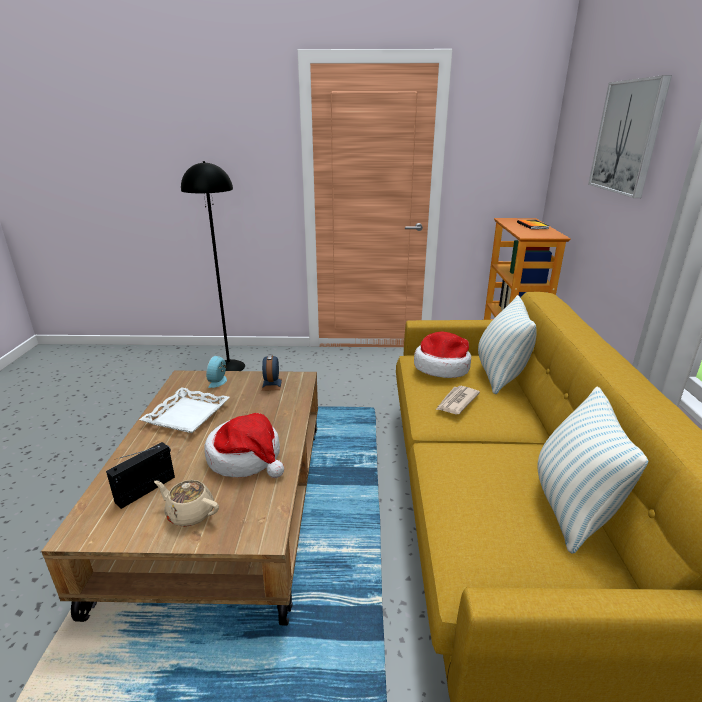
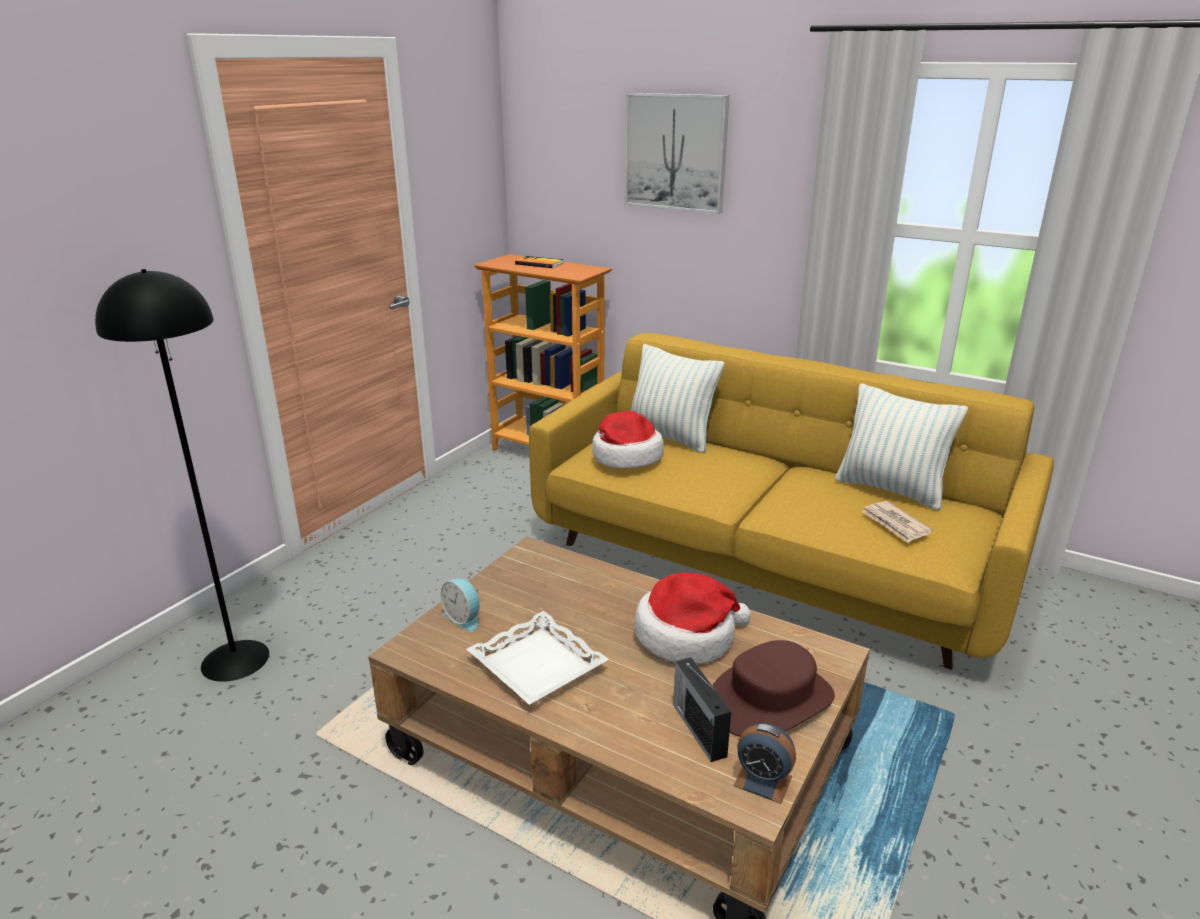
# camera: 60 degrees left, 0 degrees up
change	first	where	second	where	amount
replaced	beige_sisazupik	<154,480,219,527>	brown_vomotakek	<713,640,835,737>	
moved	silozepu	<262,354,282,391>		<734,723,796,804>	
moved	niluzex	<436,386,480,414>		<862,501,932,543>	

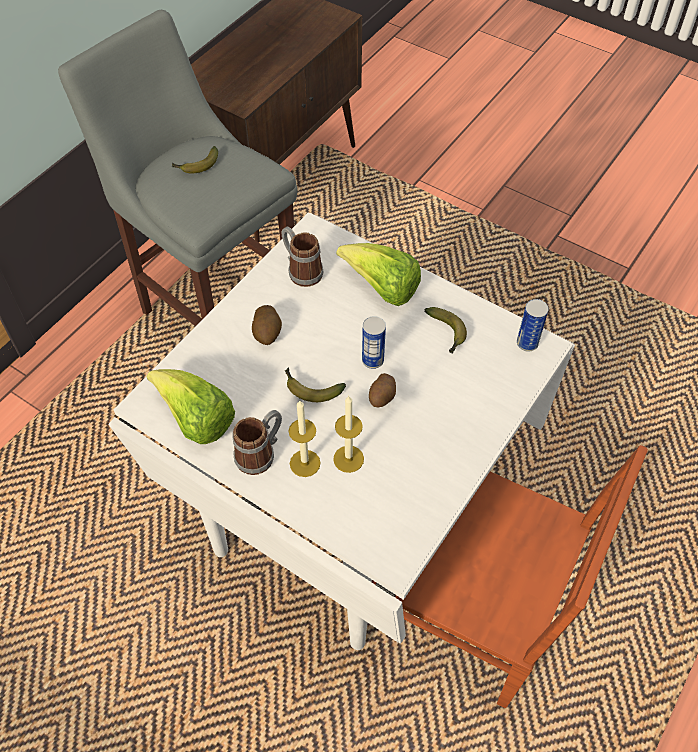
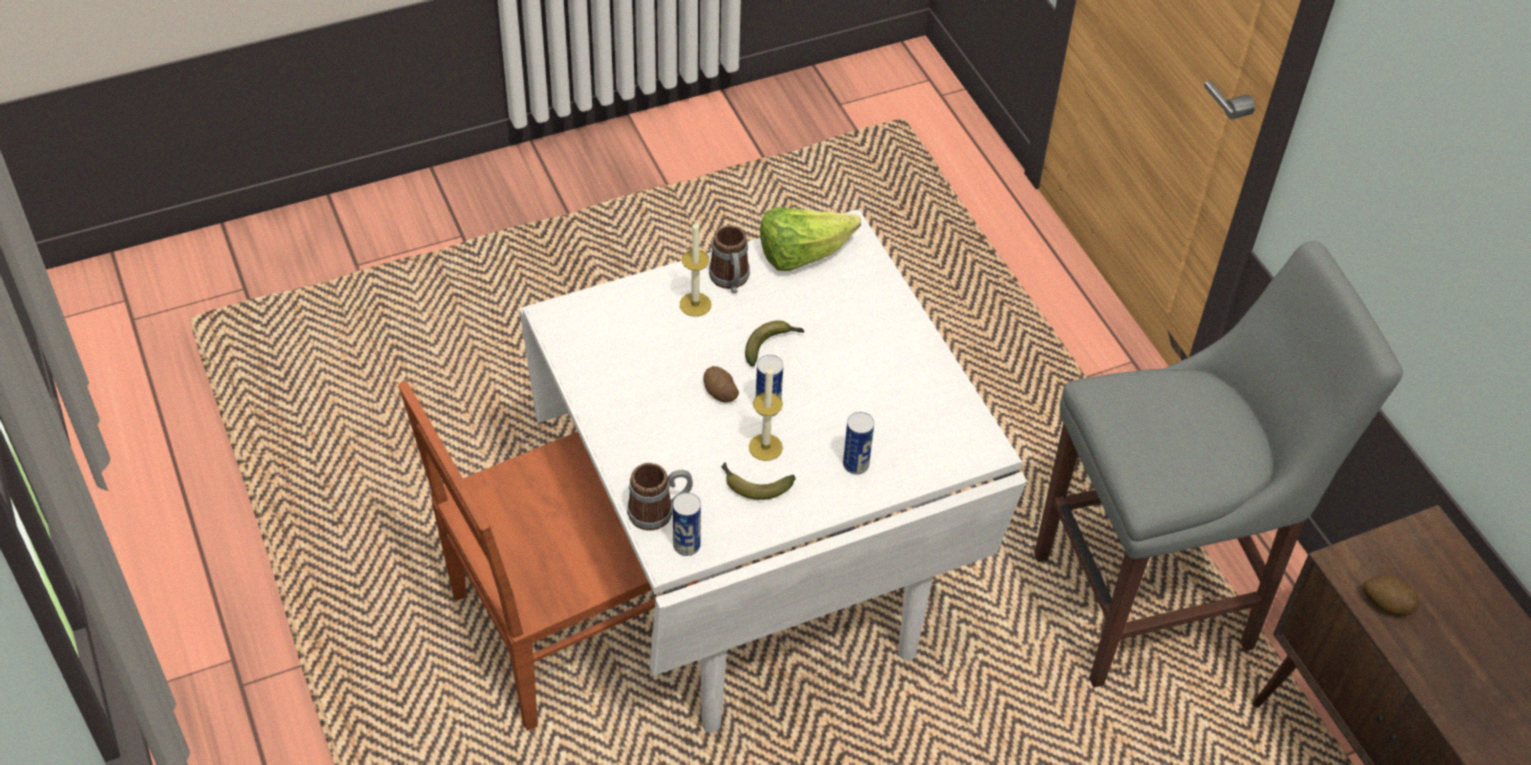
# camera: 120 degrees right, 5 degrees down
change	first	where	second	where	amount
removed	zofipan	<172,146,218,173>			
moved	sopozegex	<252,305,282,345>		<1363,576,1420,616>	
moved	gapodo	<282,226,324,287>		<627,463,693,530>	
moved	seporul	<333,396,364,473>		<749,366,783,461>	
replaced	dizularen	<336,243,421,306>	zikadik	<843,412,874,474>	

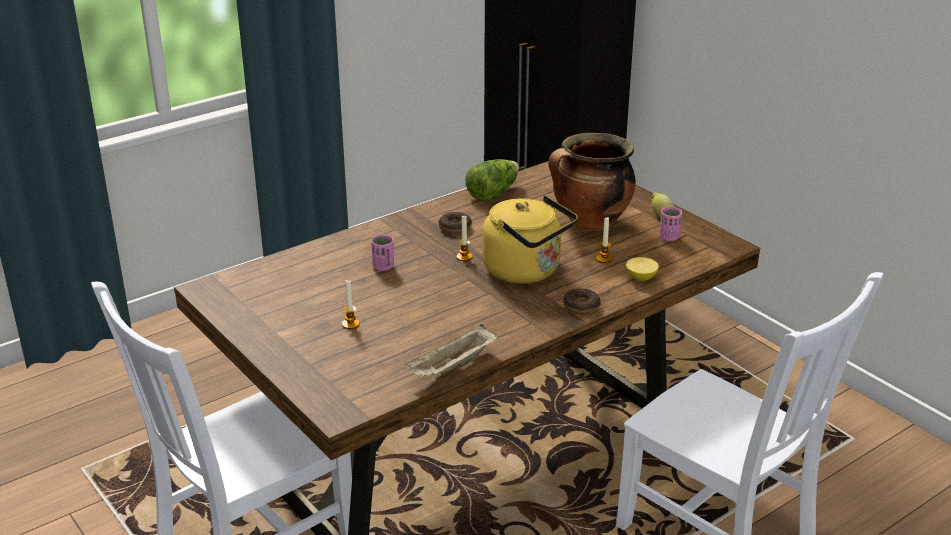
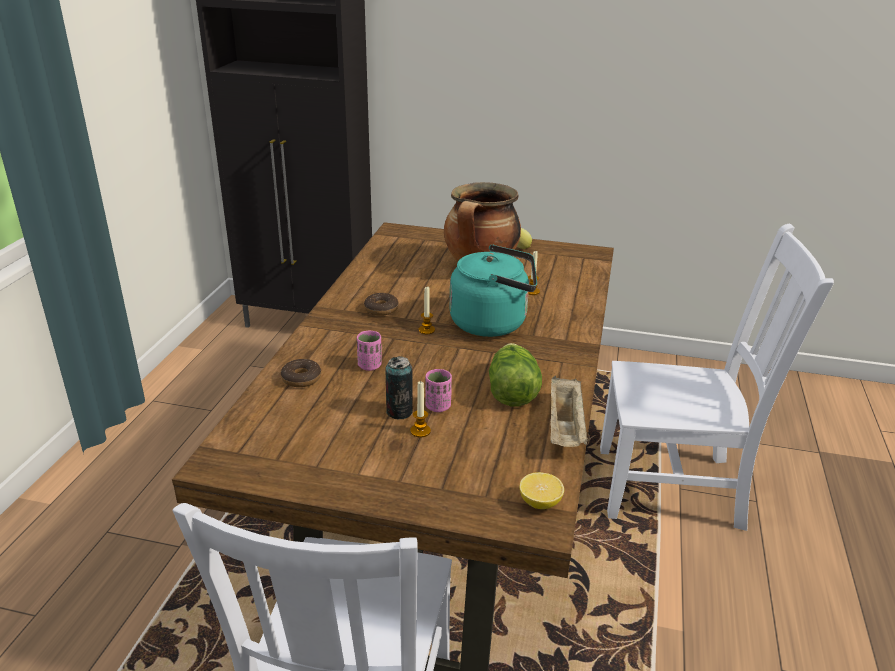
# camera: 40 degrees left, 0 degrees up
change	first	where	second	where	amount
moved	dizularen	<465,159,519,201>		<489,343,542,407>	
recoloured	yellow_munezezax	<482,196,578,284>	turquoise_munezezax	<449,245,537,337>	
moved	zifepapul	<563,288,601,315>		<281,359,321,387>	
moved	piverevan	<626,257,659,281>		<519,472,564,509>	
moved	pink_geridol	<659,207,682,241>		<425,369,452,412>	
added			zikadik	<385,356,413,419>	

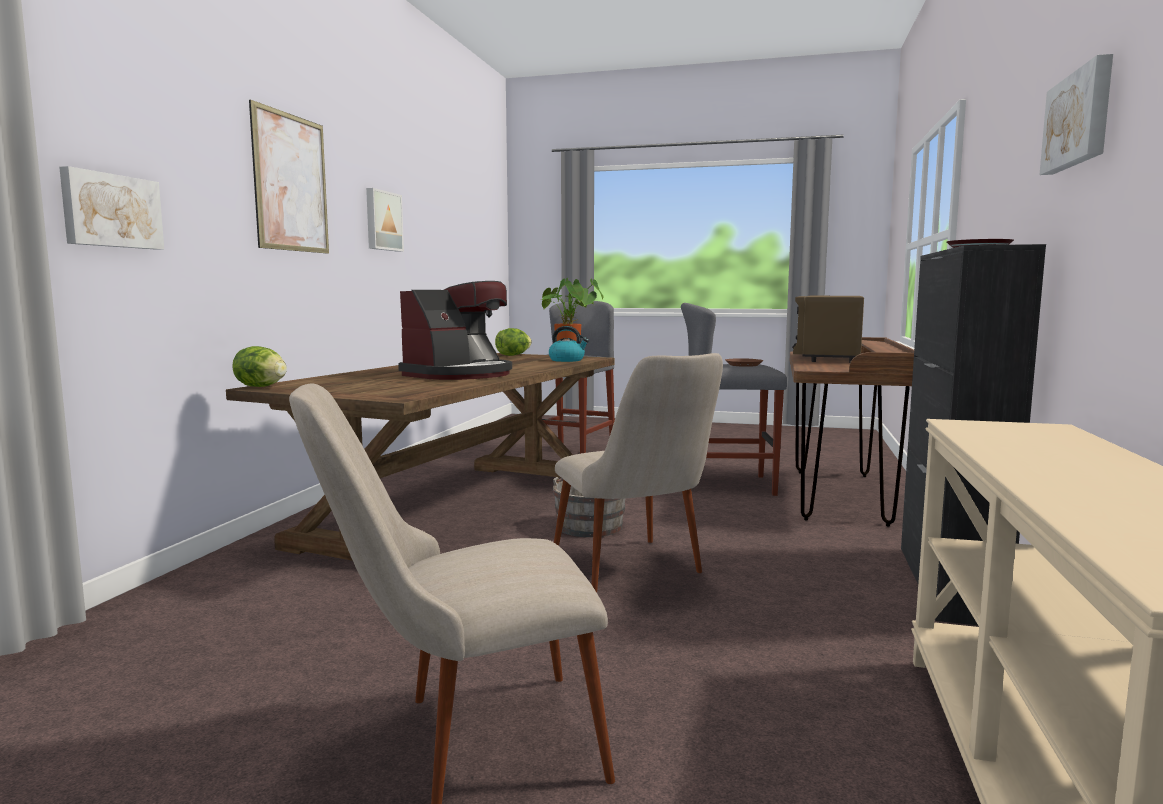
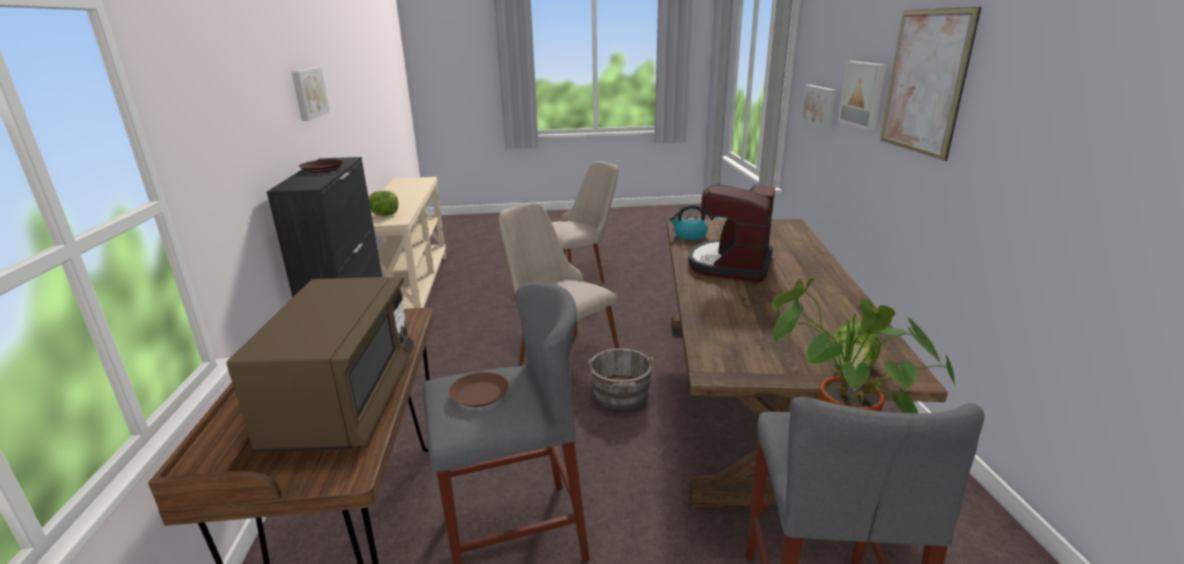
# camera: 160 degrees right, 15 degrees up
change	first	where	second	where	amount
moved	dizularen	<232,346,287,387>		<368,191,398,216>	
moved	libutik	<366,188,404,252>		<838,61,886,130>	
moved	munezezax	<549,326,589,362>		<669,205,708,240>	

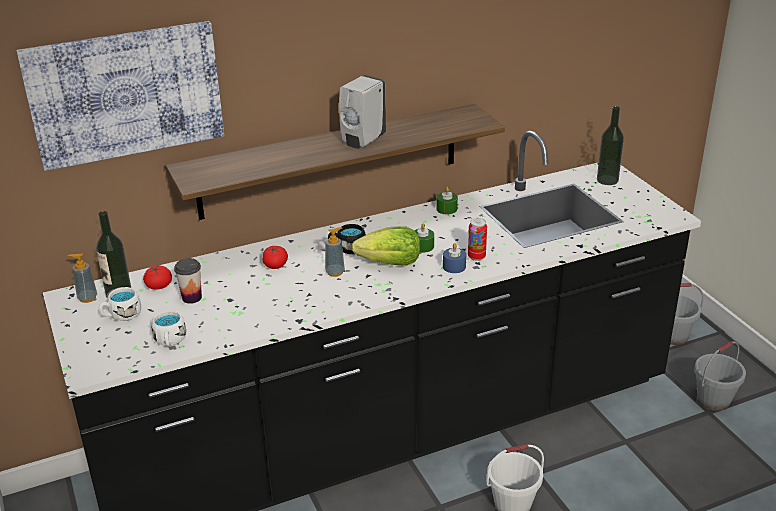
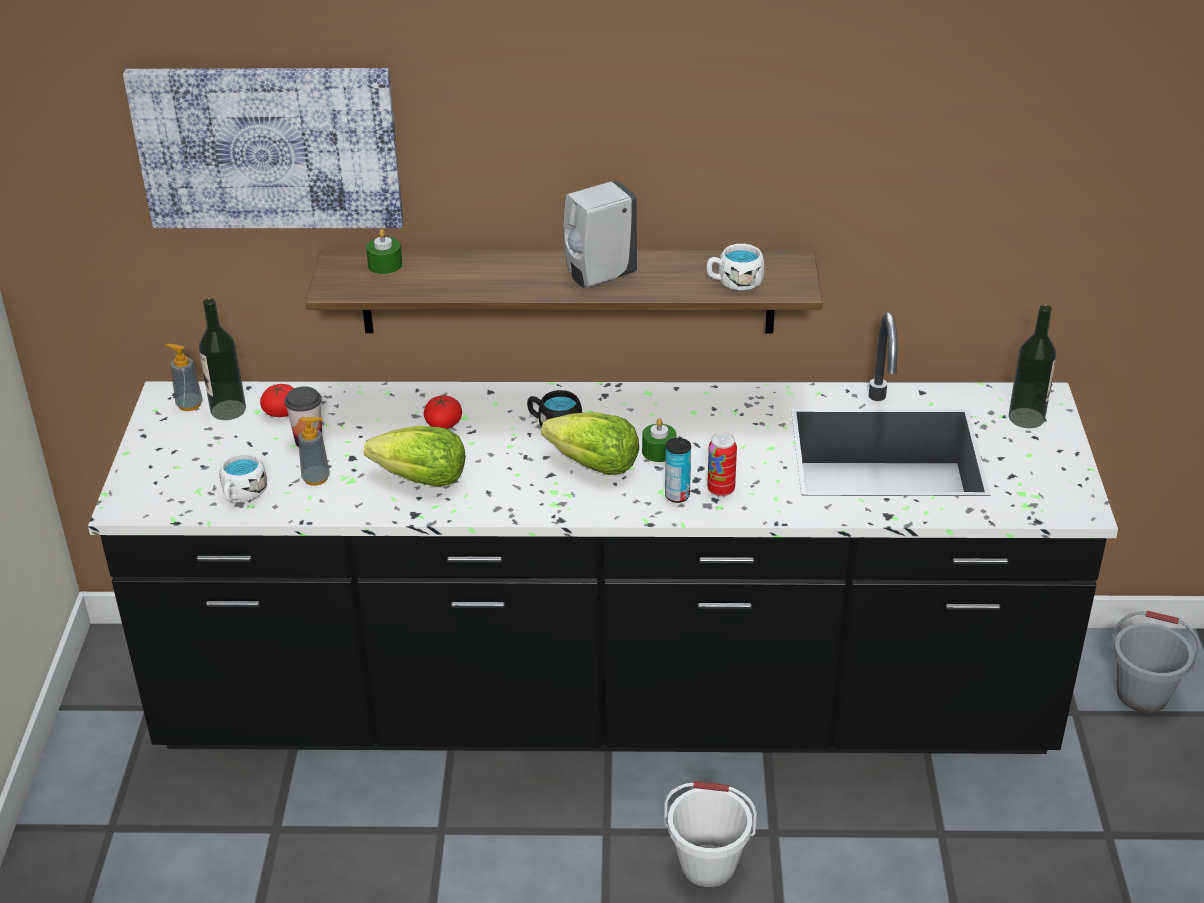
# camera: 25 degrees right, 5 degrees up
change	first	where	second	where	amount
moved	white_gapodo	<99,287,141,321>		<707,244,764,291>	
moved	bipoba	<325,227,345,277>		<298,417,330,486>	
moved	green_seporul	<436,187,458,215>		<366,229,402,274>	
replaced	blue_seporul	<443,243,466,273>	zikadik	<665,438,691,503>	
removed	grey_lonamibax	<694,341,746,411>			
added			dizularen	<364,426,466,487>	

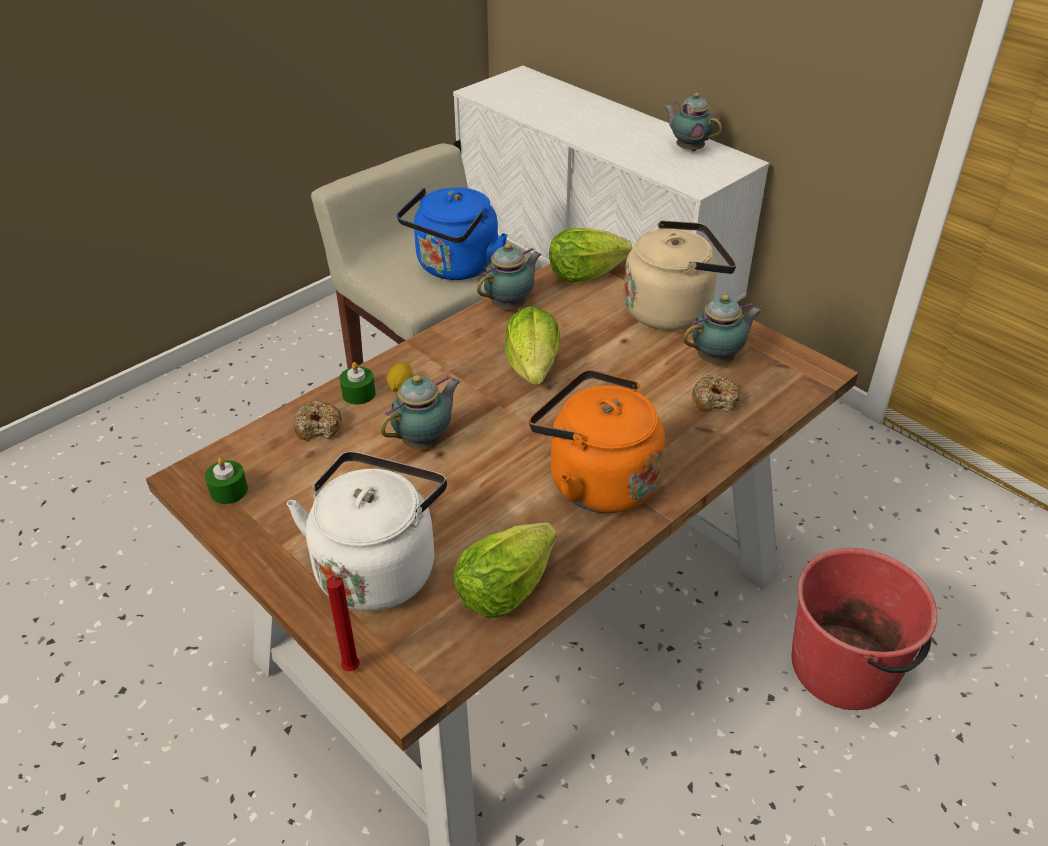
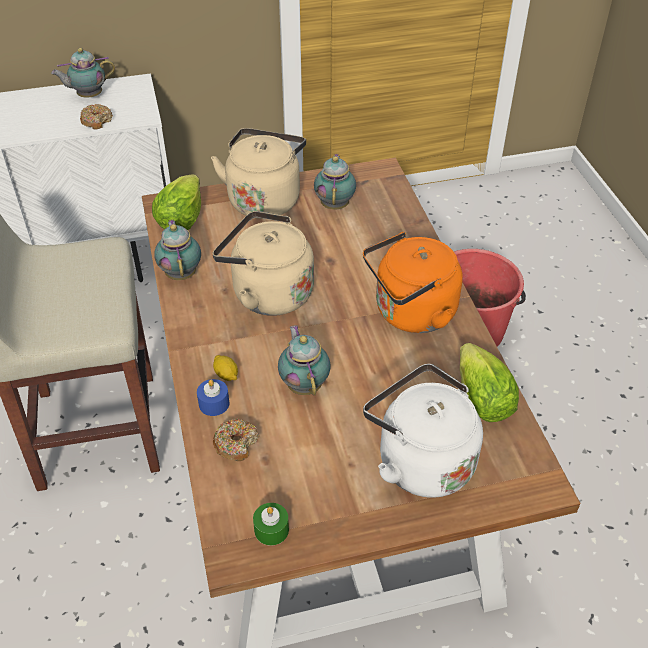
# camera: 60 degrees left, 5 degrees up
change	first	where	second	where	amount
removed	red_seporul	<326,574,360,671>			
recoloured	green_seporul	<340,362,376,405>	blue_seporul	<197,379,229,416>	
removed	blue_munezezax	<397,187,508,280>			
replaced	dizularen	<505,306,560,384>	beige_munezezax	<213,211,314,316>	
moved	zifepapul	<692,374,740,412>		<80,104,113,130>	

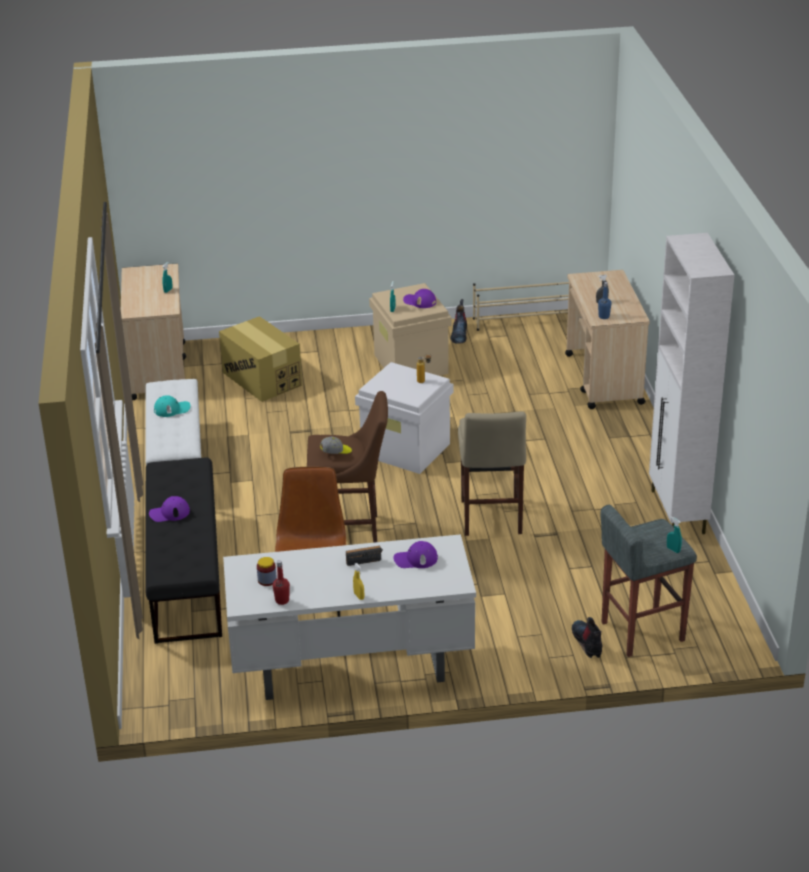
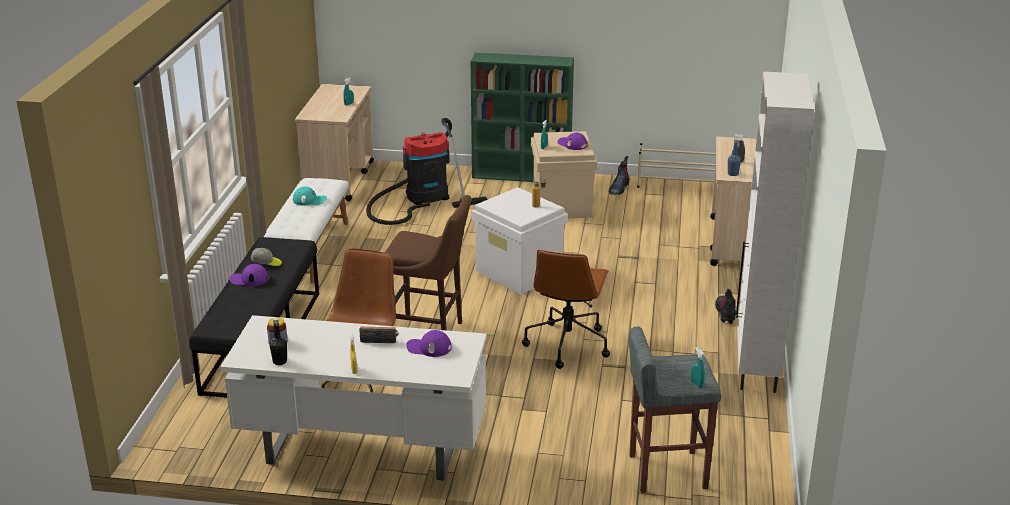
# camera: 15 degrees right, 5 degrees down
change	first	where	second	where	amount
replaced	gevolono	<219,316,302,402>	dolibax	<366,118,487,225>	
recoloured	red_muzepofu	<273,560,290,605>	black_muzepofu	<270,318,287,365>	
moved	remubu	<320,437,352,454>		<251,248,282,266>	
replaced	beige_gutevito	<458,411,526,536>	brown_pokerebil	<522,250,610,369>	
moved	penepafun	<572,617,602,658>		<715,289,736,324>	
added			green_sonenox	<471,53,574,182>	

